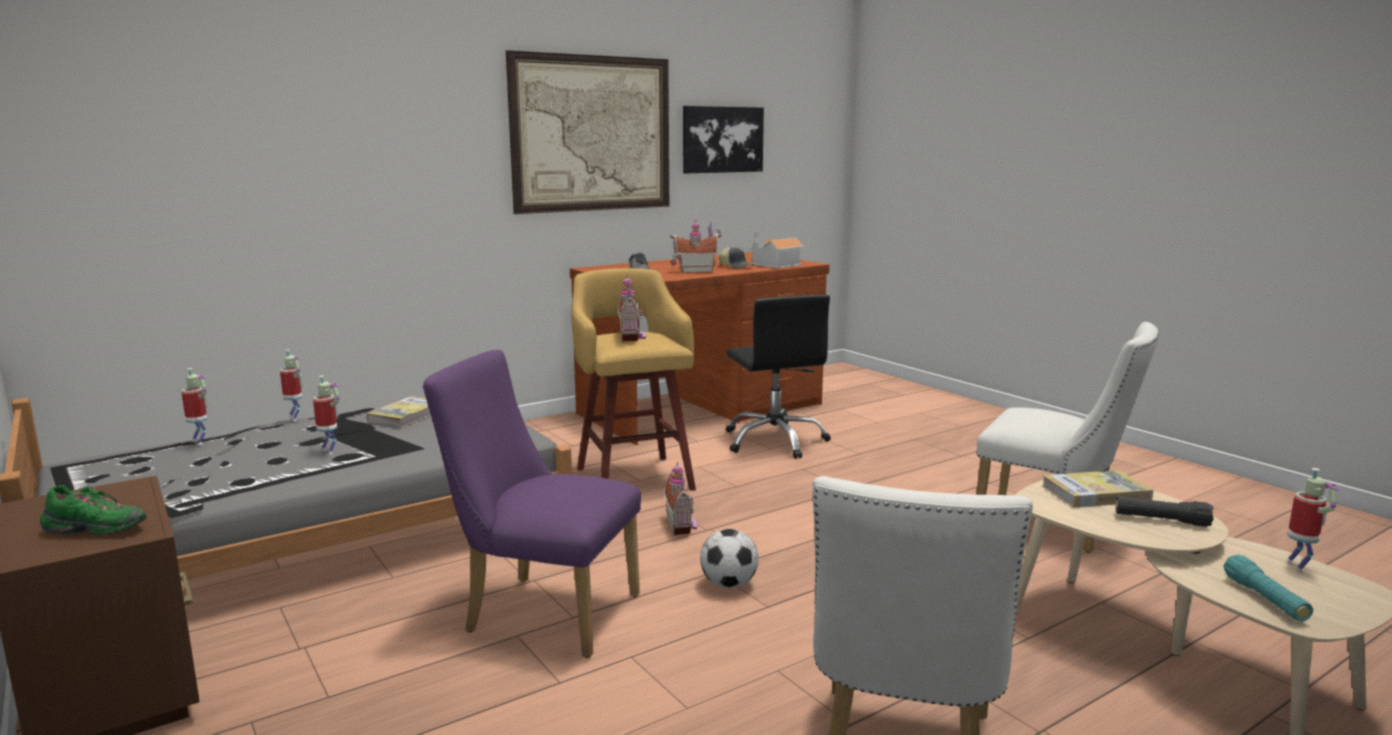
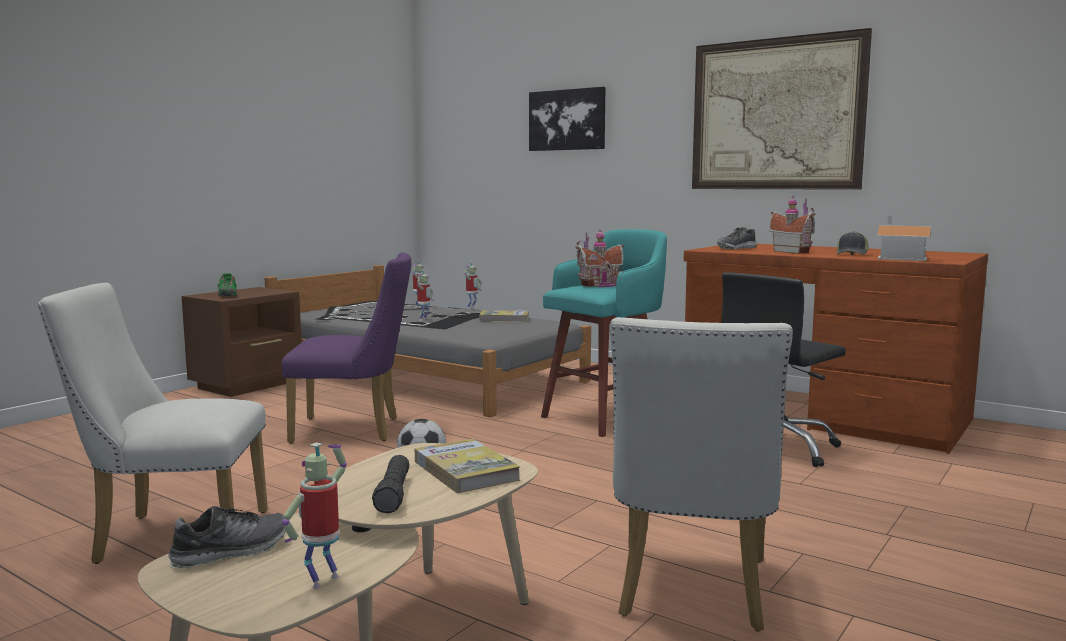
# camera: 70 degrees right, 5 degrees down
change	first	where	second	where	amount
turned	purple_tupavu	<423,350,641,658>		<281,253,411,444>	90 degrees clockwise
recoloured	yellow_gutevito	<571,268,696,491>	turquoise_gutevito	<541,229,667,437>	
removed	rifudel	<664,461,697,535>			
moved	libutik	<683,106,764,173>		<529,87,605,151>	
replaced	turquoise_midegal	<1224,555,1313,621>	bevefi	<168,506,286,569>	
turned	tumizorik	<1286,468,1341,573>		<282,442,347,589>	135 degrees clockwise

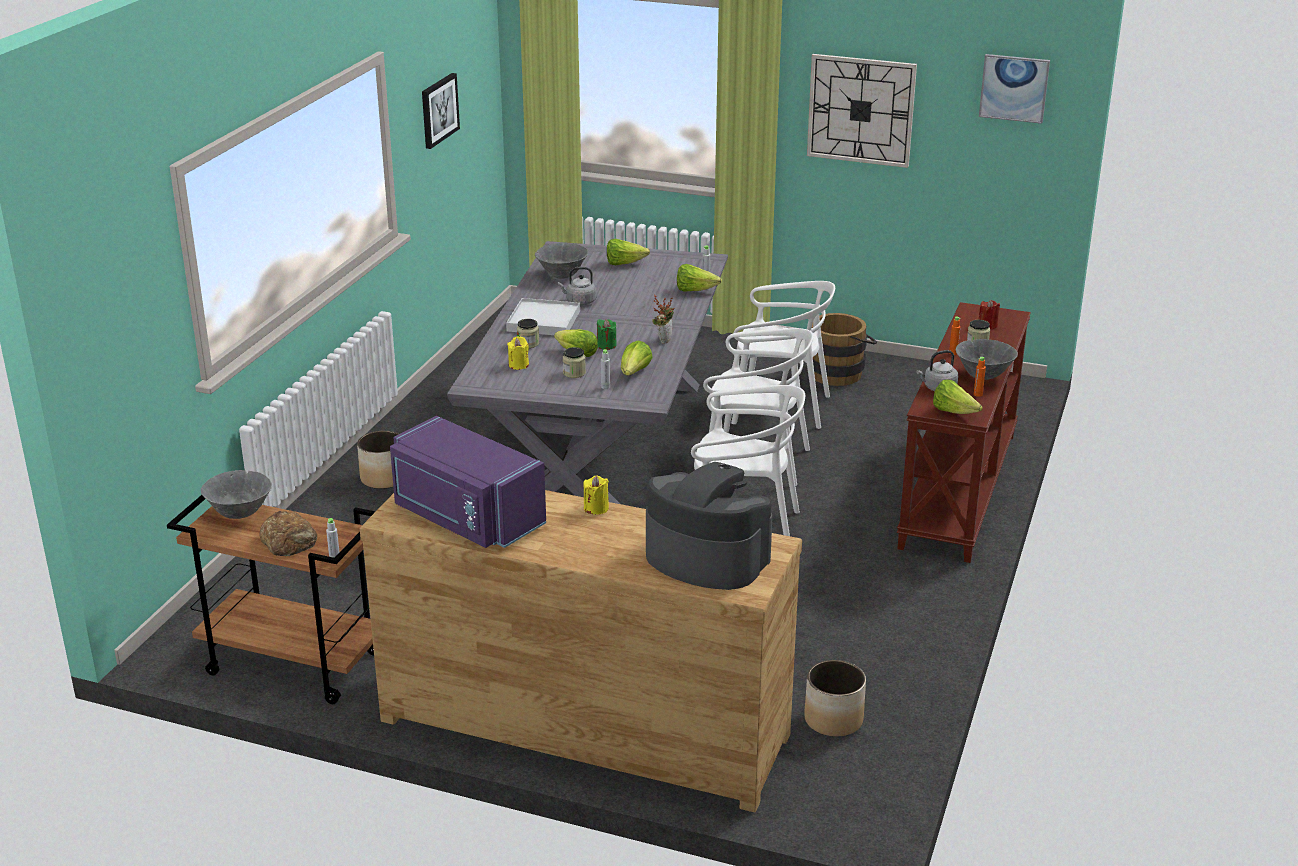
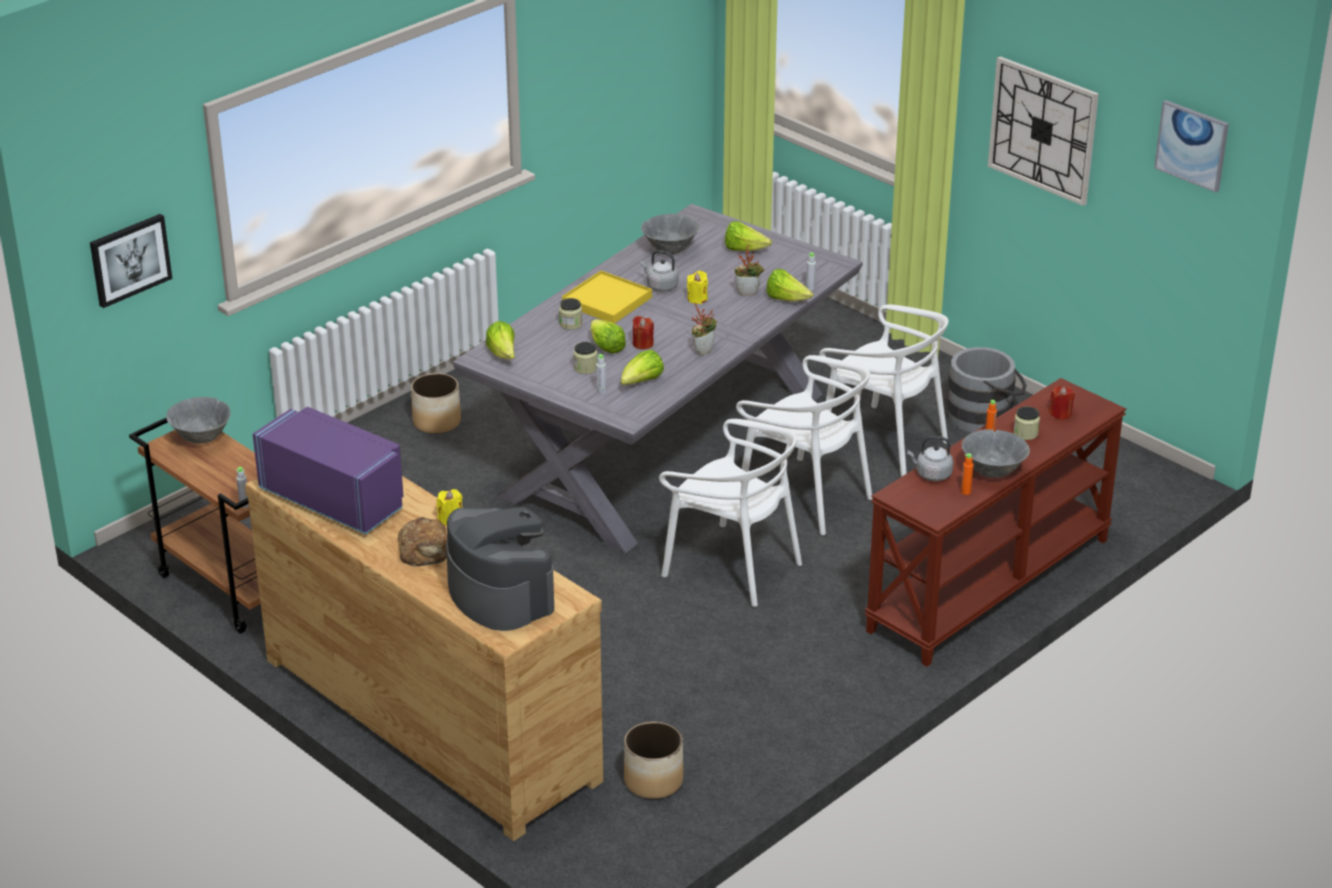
# camera: 25 degrees right, 5 degrees up
change	first	where	second	where	amount
moved	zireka	<260,511,317,556>		<398,517,448,567>	
turned	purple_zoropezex	<390,416,546,548>		<253,406,403,535>	150 degrees clockwise
moved	libutik	<422,73,460,149>		<90,214,172,308>	
recoloured	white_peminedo	<506,298,580,335>	yellow_peminedo	<562,270,652,324>	
moved	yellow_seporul	<507,336,529,370>		<687,271,708,304>	
recoloured	green_seporul	<597,319,617,350>	red_seporul	<633,316,654,350>	
recoloured	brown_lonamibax	<812,313,877,386>	grey_lonamibax	<946,347,1027,433>	
moved	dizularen	<933,379,983,414>		<486,321,515,359>	
added			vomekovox	<735,245,765,296>	

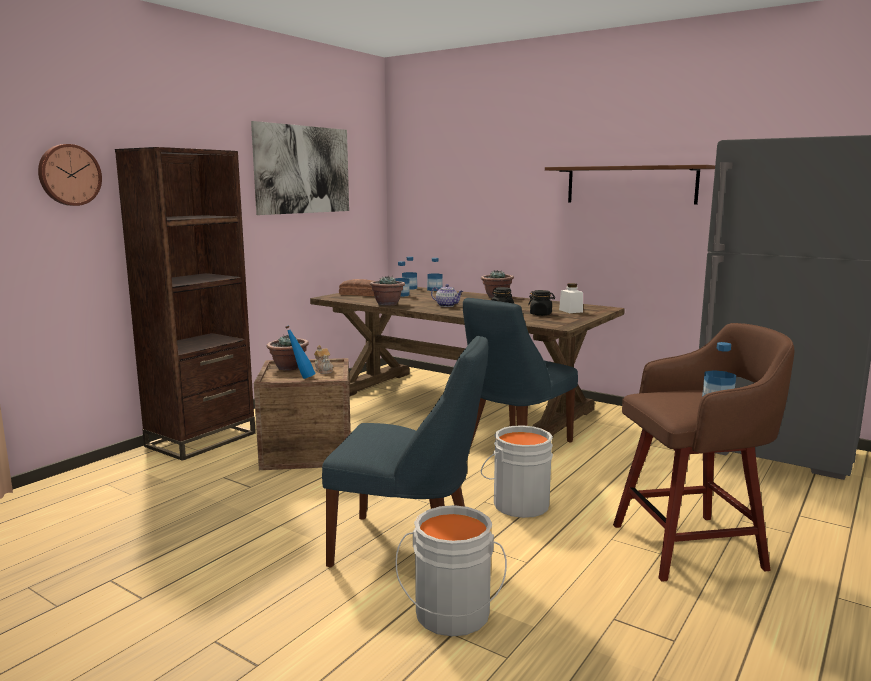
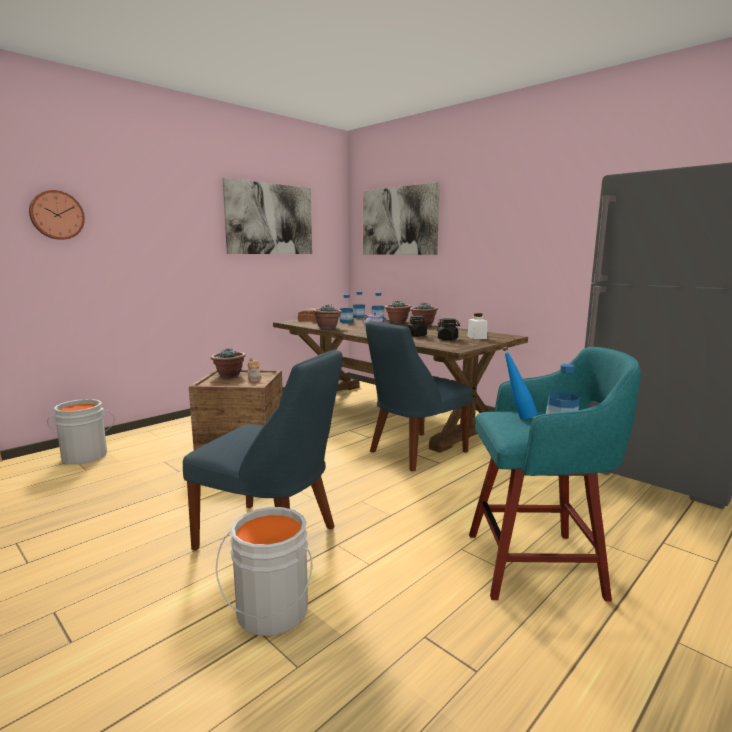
# camera: 10 degrees right, 0 degrees up
change	first	where	second	where	amount
removed	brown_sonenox	<115,147,256,461>			
moved	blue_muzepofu	<286,325,315,379>		<502,347,537,419>	
moved	grey_lonamibax	<481,425,553,518>		<47,399,115,465>	
removed	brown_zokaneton	<545,165,715,205>			
recoloured	brown_gutevito	<613,323,794,582>	turquoise_gutevito	<469,347,641,601>	
added			libutik	<363,182,440,255>	
added			vomekovox	<385,301,412,323>	

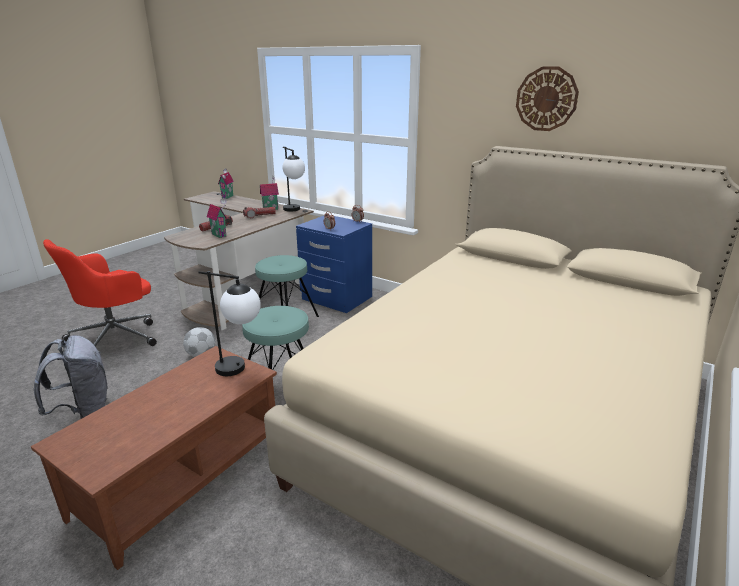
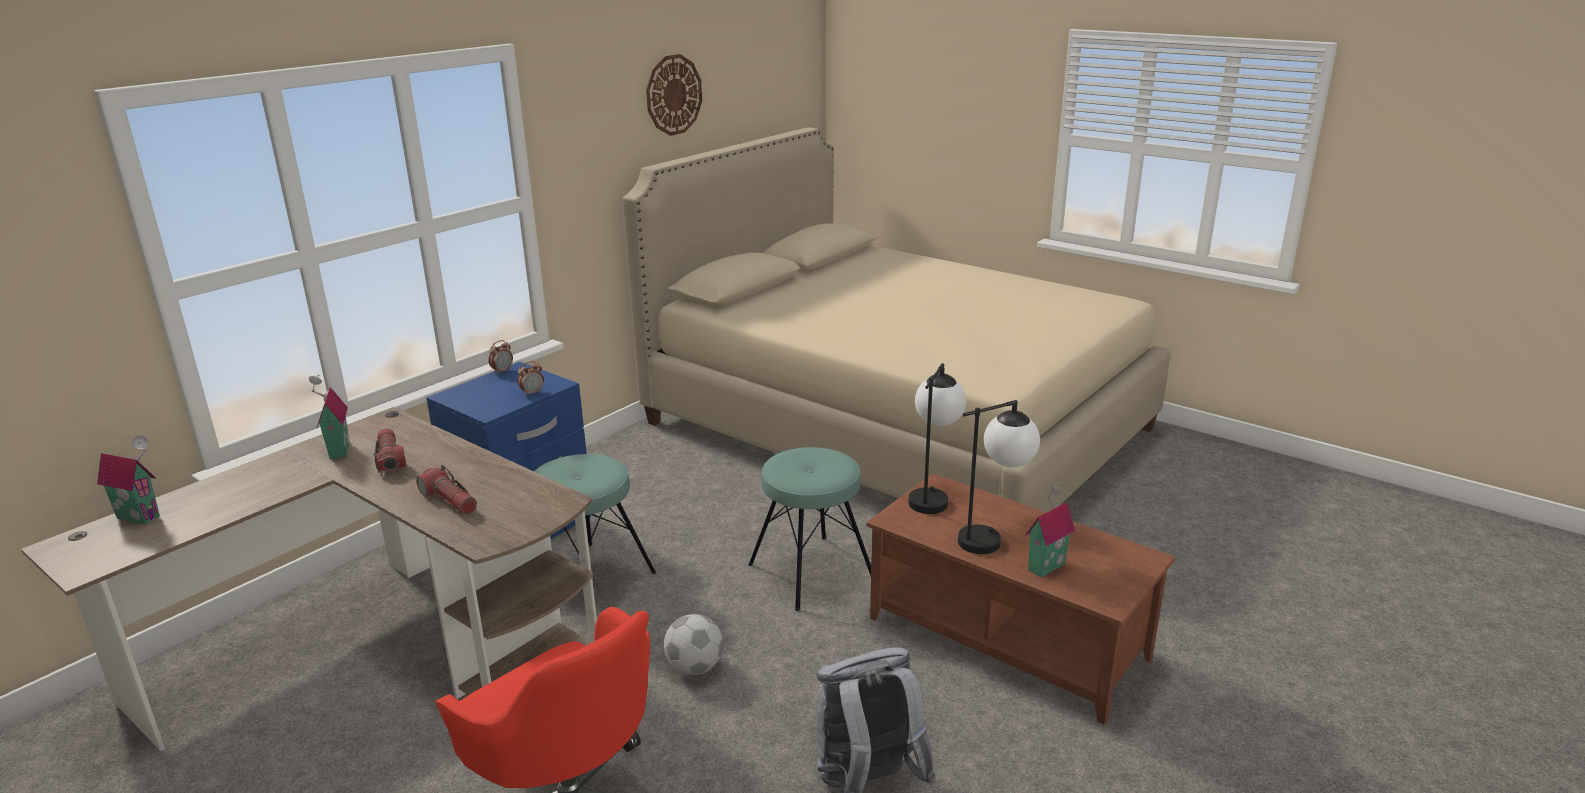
# camera: 85 degrees left, 0 degrees up
change	first	where	second	where	amount
moved	rifudel	<207,198,227,238>		<1025,483,1075,577>	
moved	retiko	<282,147,305,212>		<958,400,1040,554>	

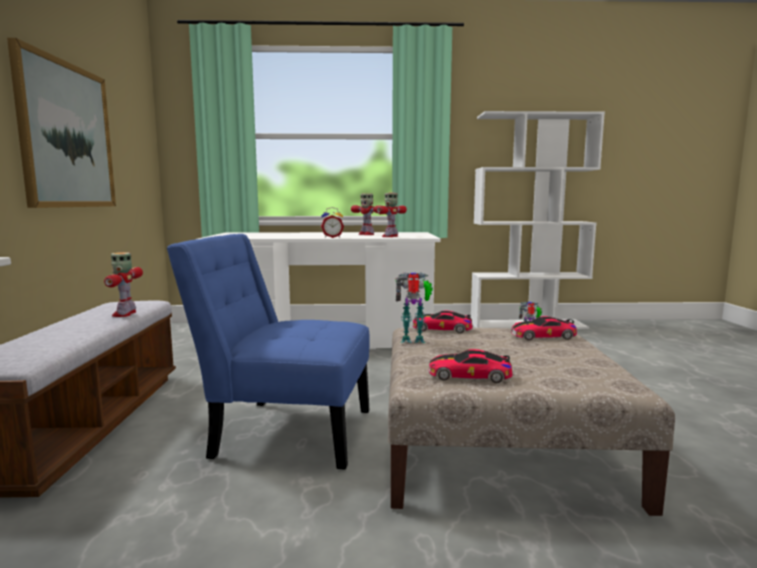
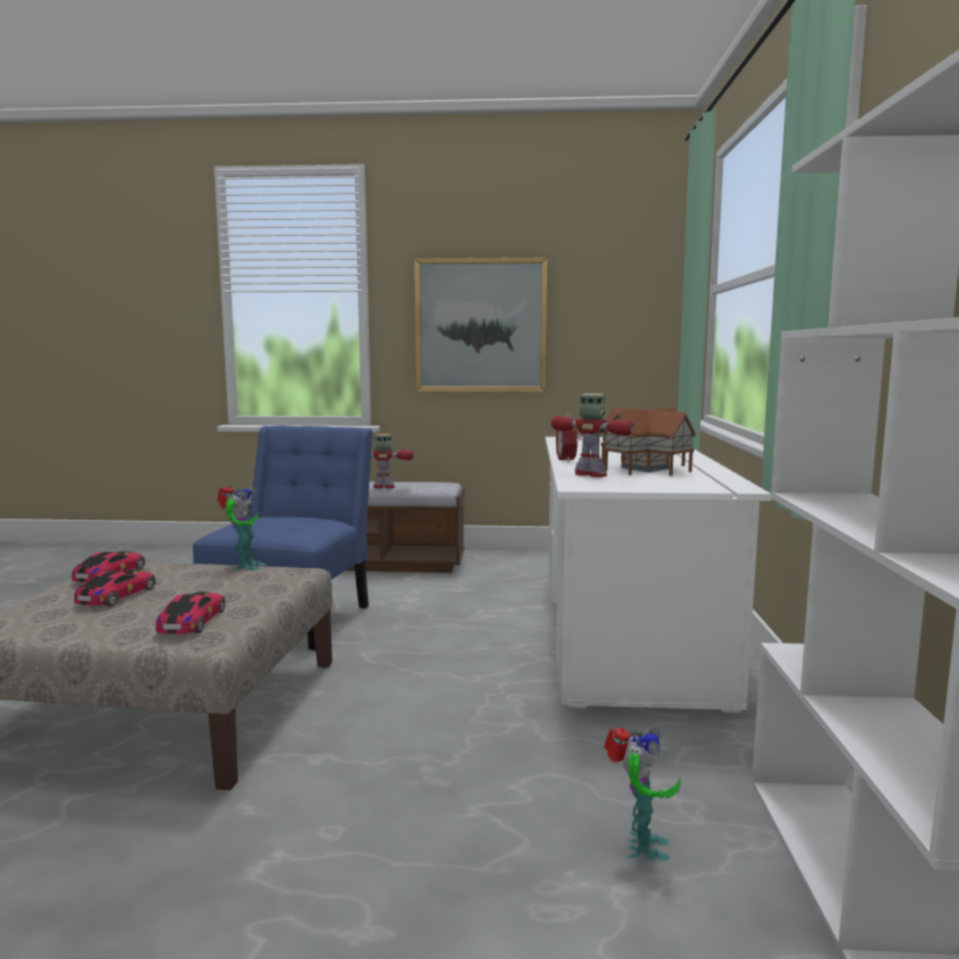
# camera: 95 degrees right, 0 degrees up
change	first	where	second	where	amount
replaced	tumizorik	<351,193,379,235>	rifudel	<601,407,697,475>	
moved	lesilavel	<412,310,473,333>		<74,570,156,606>	

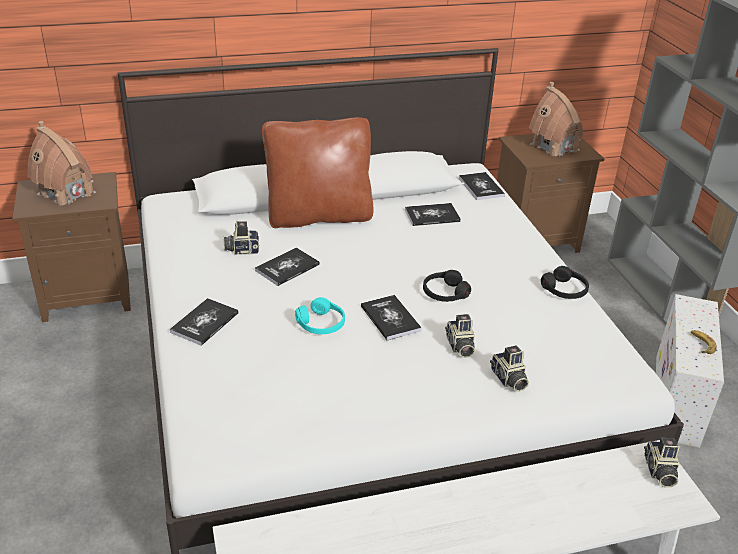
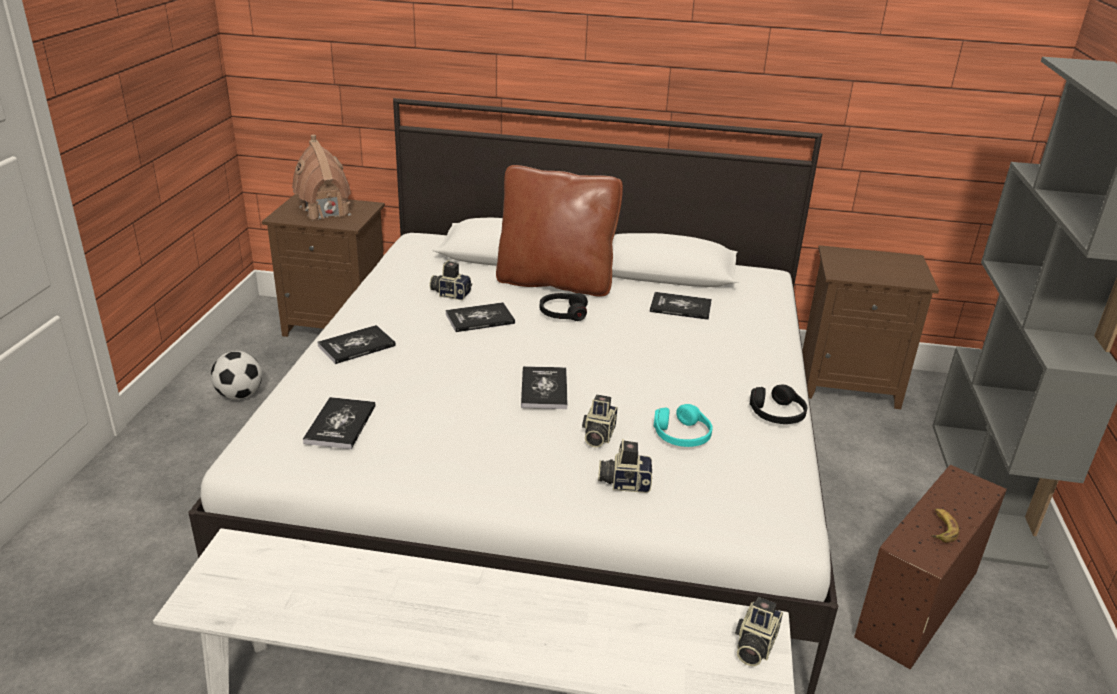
# camera: 25 degrees right, 5 degrees down
change	first	where	second	where	amount
moved	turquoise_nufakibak	<295,297,345,334>		<654,404,713,447>	
moved	black_nufakibak	<423,270,471,302>		<540,293,588,321>	
moved	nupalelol	<459,172,505,200>		<303,397,376,449>	
turned	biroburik	<490,345,529,392>		<598,439,652,493>	90 degrees clockwise
removed	rifudel	<529,82,583,156>			
recoloured	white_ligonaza	<656,294,724,448>	brown_ligonaza	<854,465,1007,669>	
added			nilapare	<211,351,262,400>	

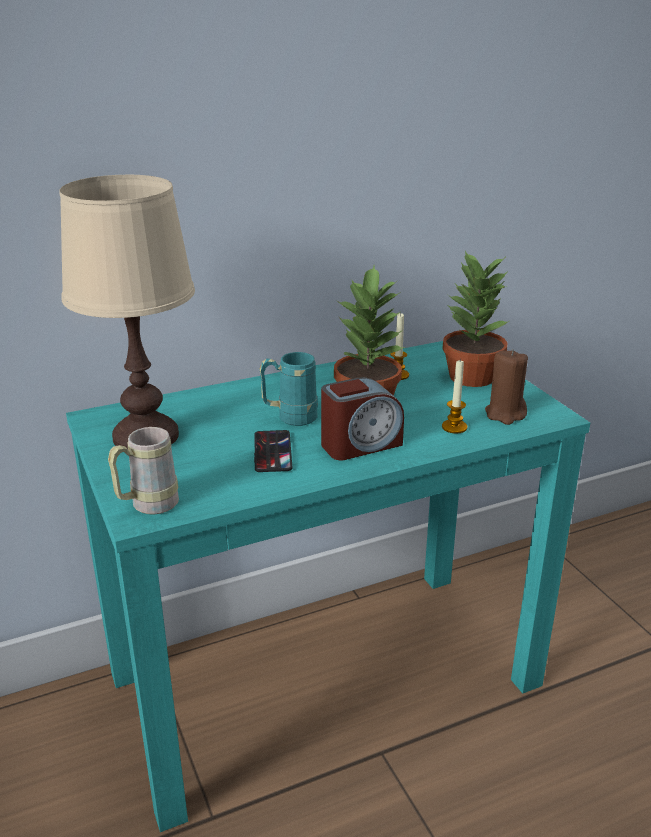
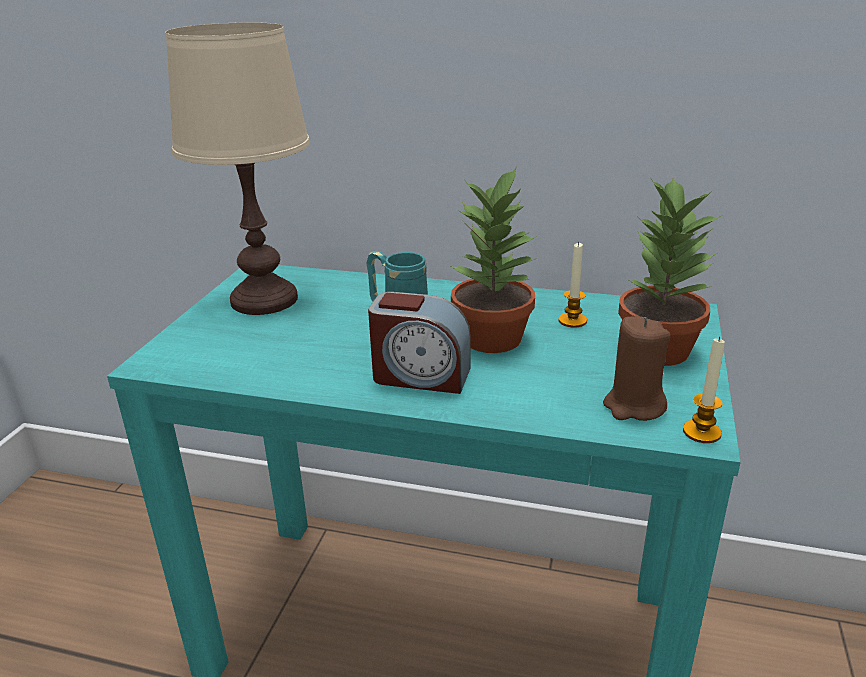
# camera: 40 degrees right, 0 degrees up
change	first	where	second	where	amount
removed	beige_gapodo	<108,427,179,514>			
removed	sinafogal	<254,430,292,472>			
moved	seporul	<442,361,467,434>		<683,336,725,443>	

